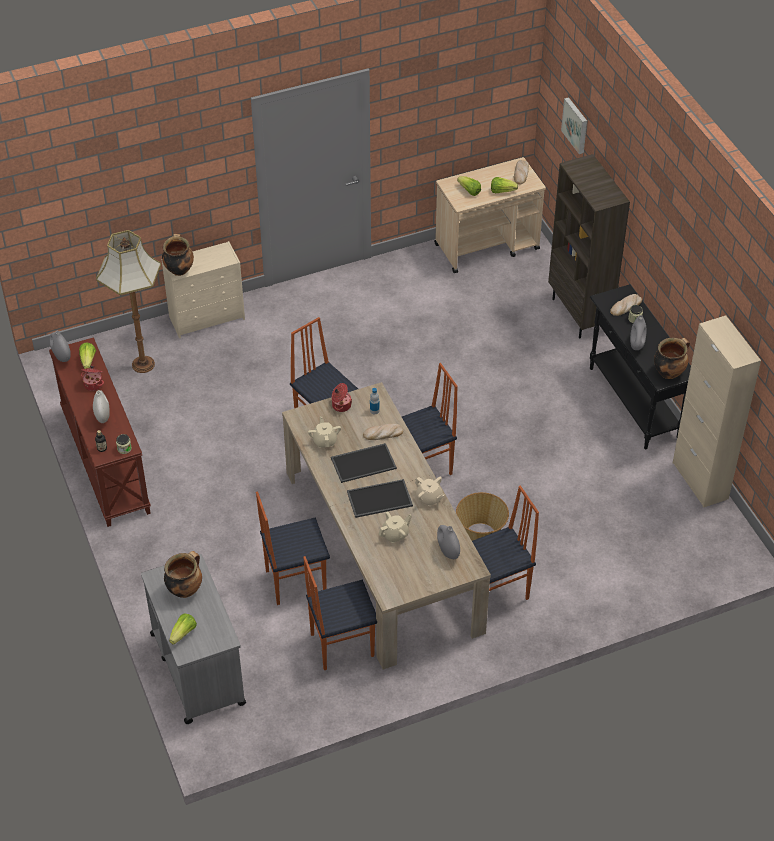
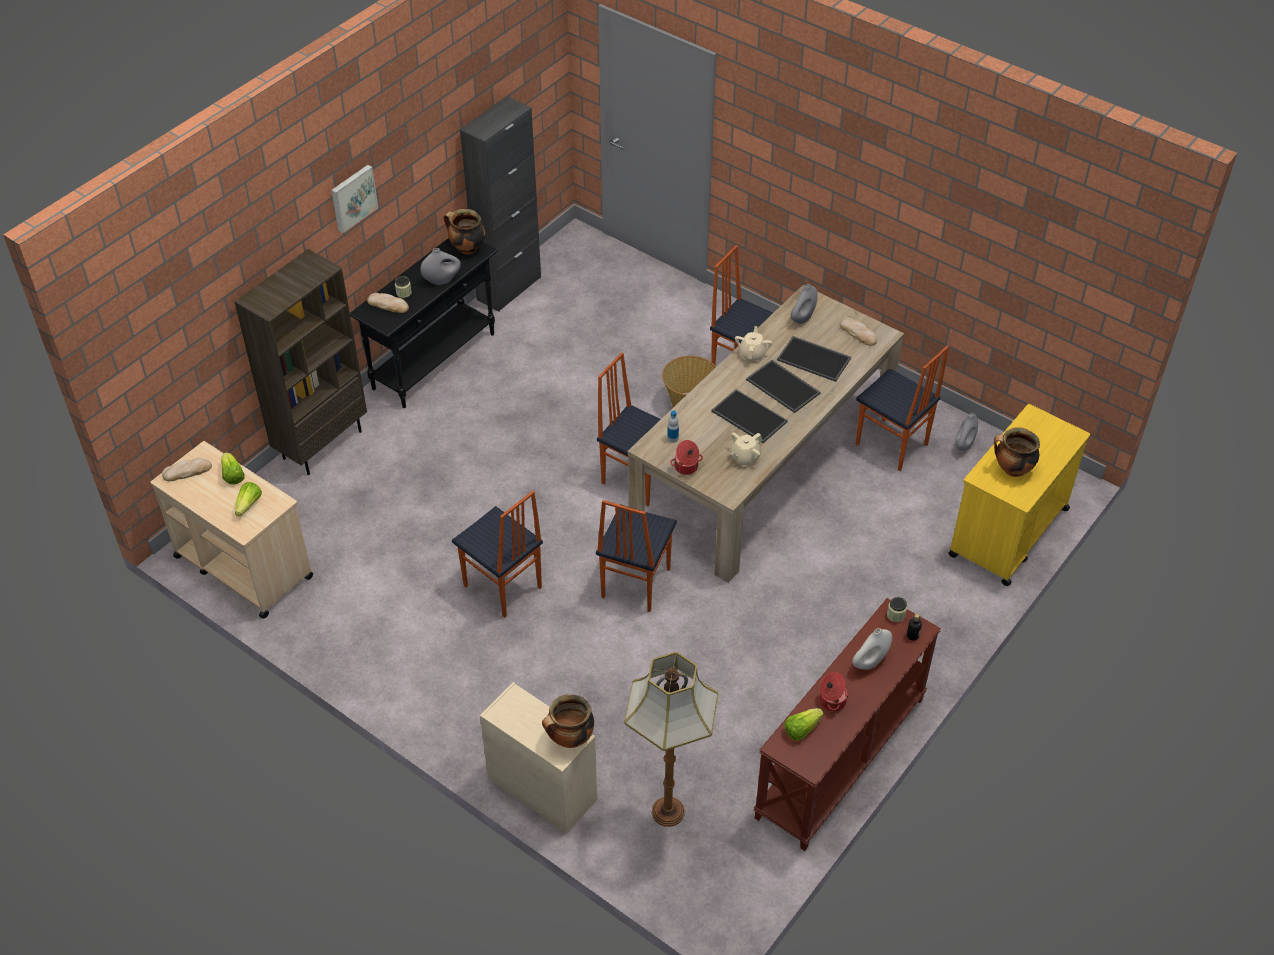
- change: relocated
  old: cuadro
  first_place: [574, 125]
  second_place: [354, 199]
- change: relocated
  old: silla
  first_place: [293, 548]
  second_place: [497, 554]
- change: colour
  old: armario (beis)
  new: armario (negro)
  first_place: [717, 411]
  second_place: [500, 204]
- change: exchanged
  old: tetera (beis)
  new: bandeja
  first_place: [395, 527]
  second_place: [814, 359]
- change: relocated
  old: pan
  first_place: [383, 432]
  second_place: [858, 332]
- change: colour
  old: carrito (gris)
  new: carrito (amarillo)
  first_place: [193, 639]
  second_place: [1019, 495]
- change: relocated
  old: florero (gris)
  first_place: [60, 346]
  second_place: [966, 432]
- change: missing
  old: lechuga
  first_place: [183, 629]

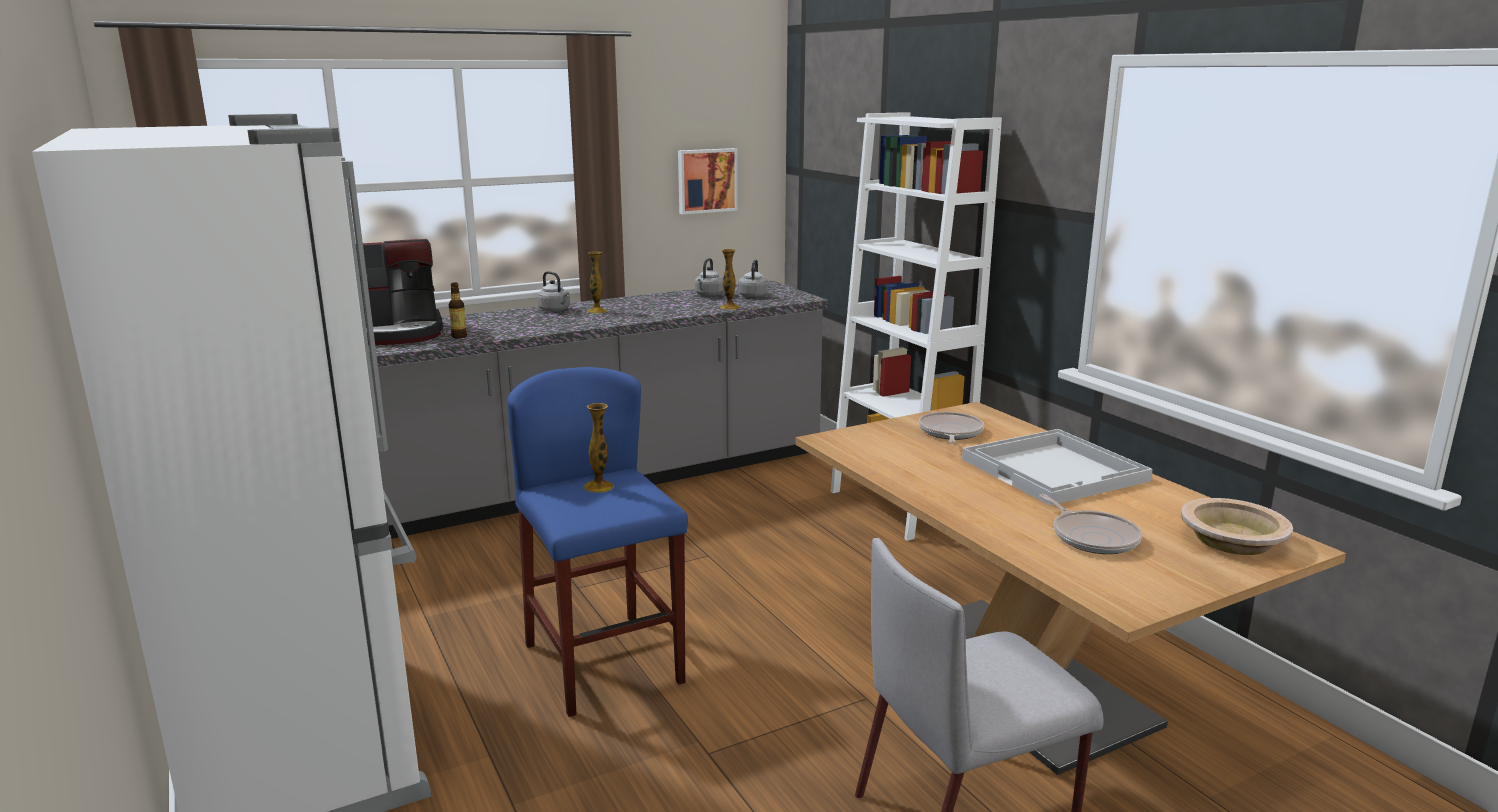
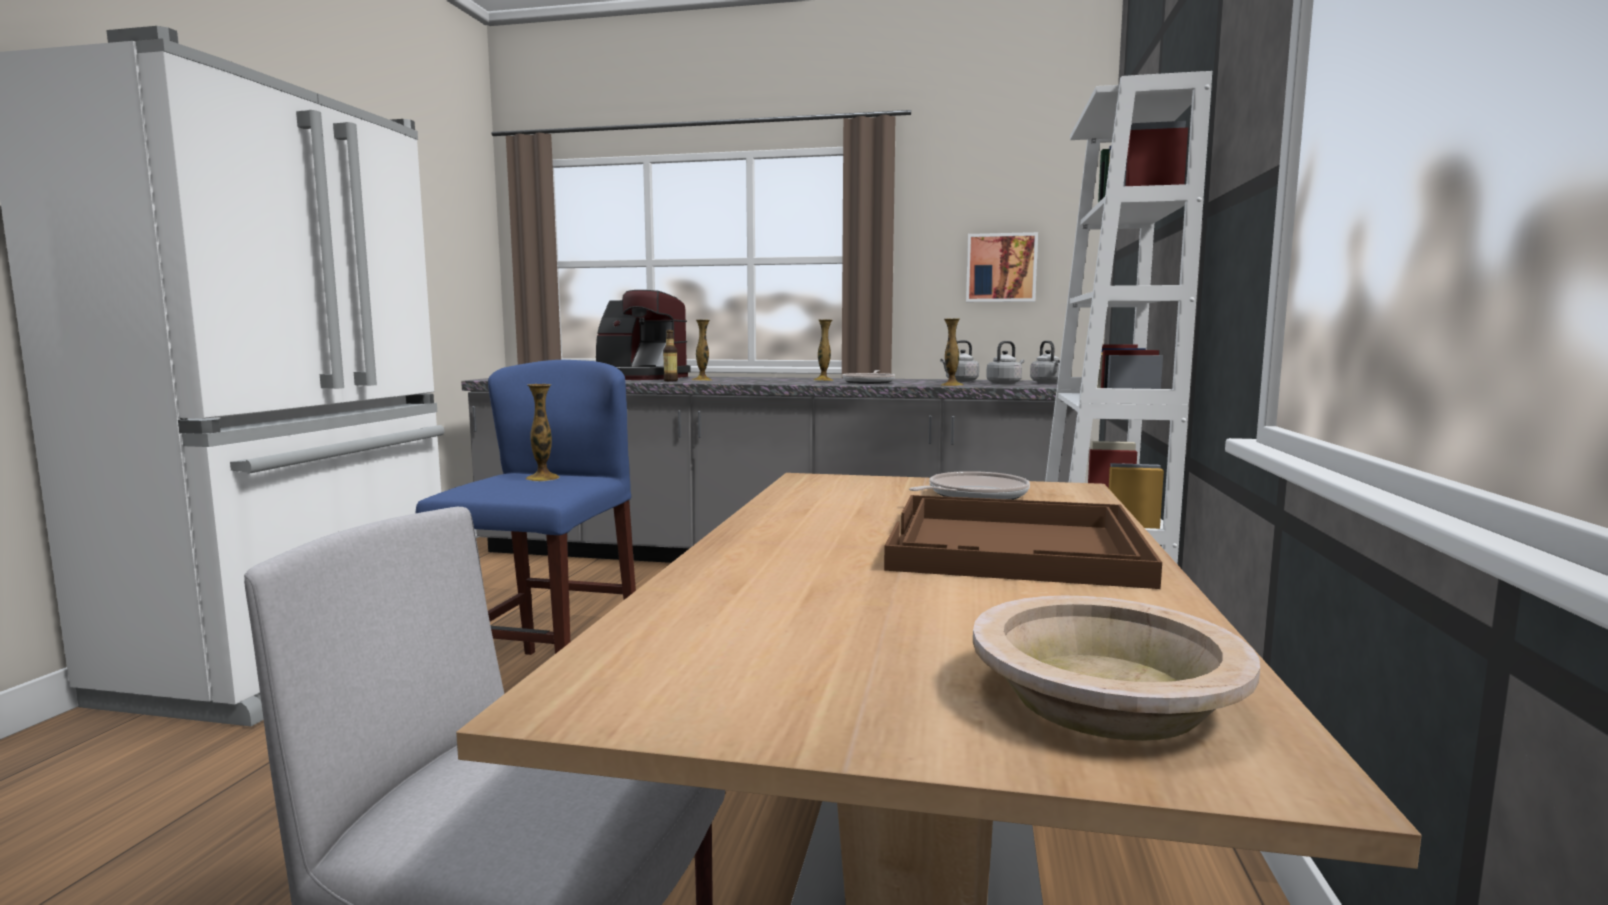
- change: appeared
  new: florero
  second_place: [702, 350]
- change: relocated
  old: sartén
  first_place: [1090, 524]
  second_place: [868, 377]
- change: colour
  old: bandeja (blanco)
  new: bandeja (marrón)
  first_place: [1057, 467]
  second_place: [1023, 542]
- change: relocated
  old: hervidor (gris)
  first_place: [553, 291]
  second_place: [1045, 361]

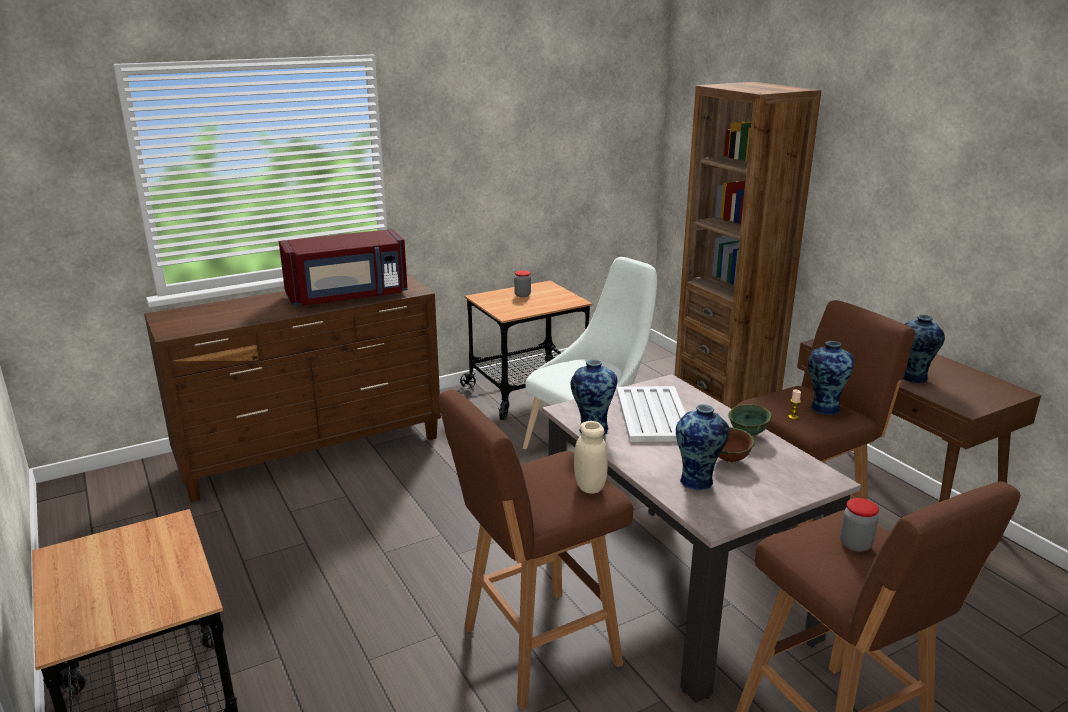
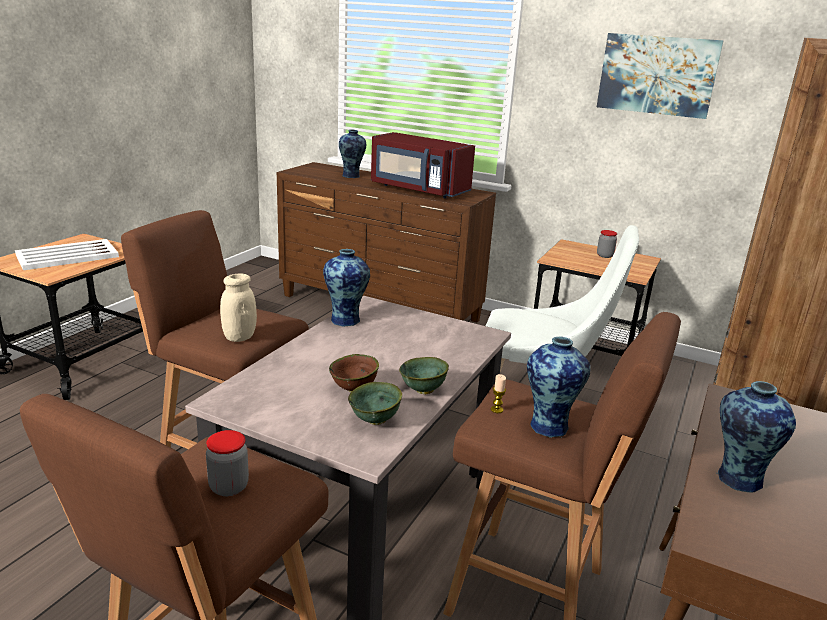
- change: relocated
  old: bandeja (blanco)
  first_place: [651, 414]
  second_place: [67, 254]
- change: relocated
  old: florero
  first_place: [703, 447]
  second_place: [352, 154]
- change: appeared
  new: cuenco (verde)
  second_place: [375, 403]
- change: appeared
  new: cuadro
  second_place: [660, 76]

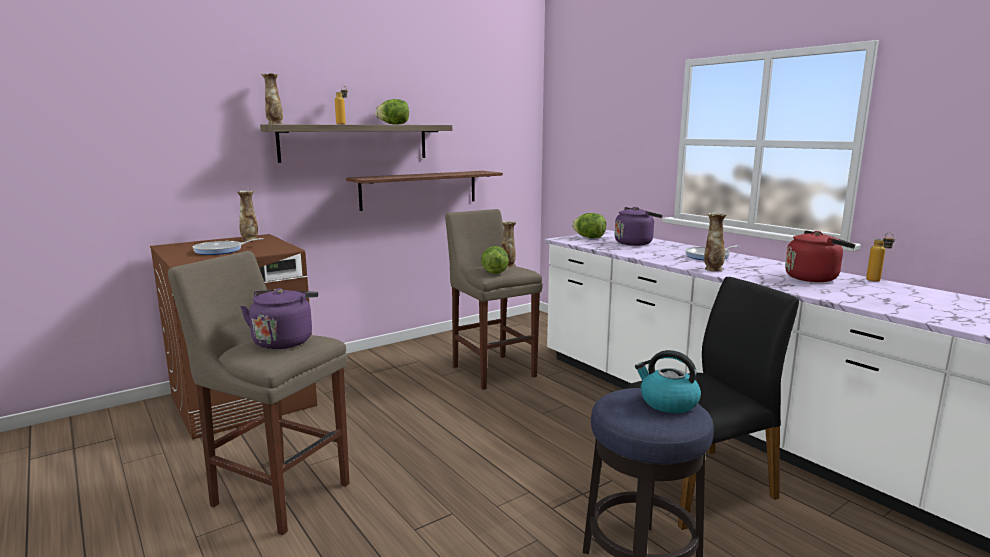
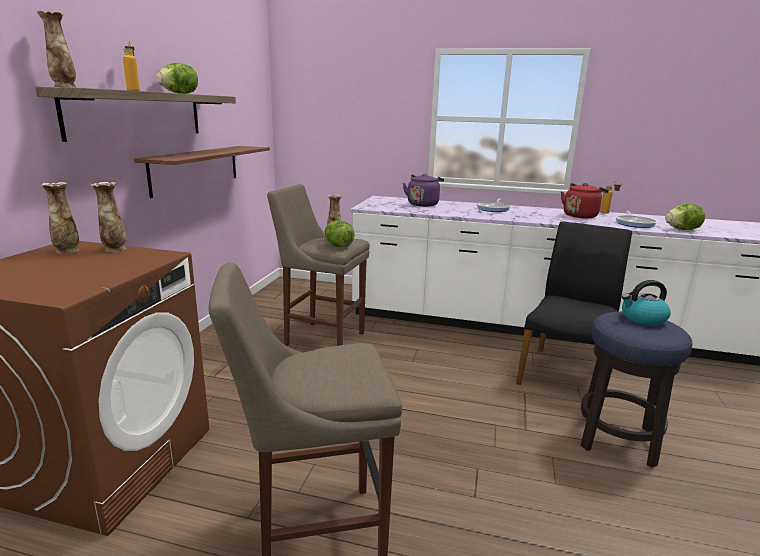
- change: relocated
  old: florero
  first_place: [715, 241]
  second_place: [108, 217]
- change: relocated
  old: sartén
  first_place: [228, 246]
  second_place: [636, 219]
- change: relocated
  old: lechuga
  first_place: [589, 225]
  second_place: [685, 217]
- change: missing
  old: hervidor (morado)
  first_place: [279, 318]

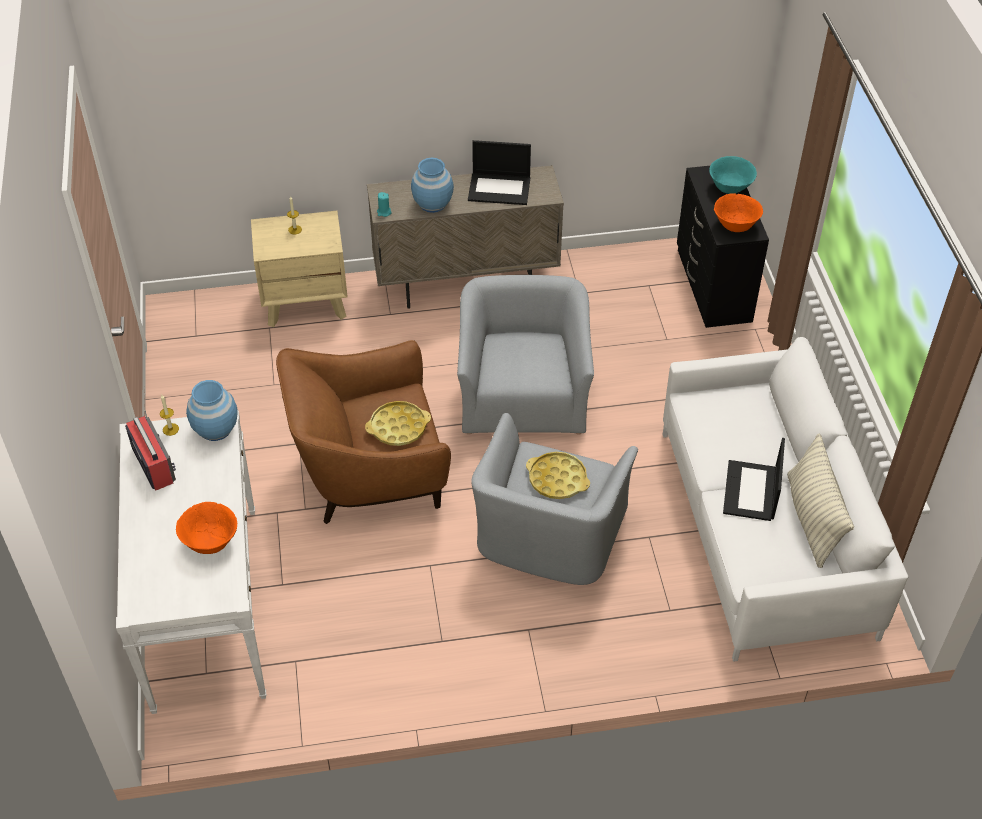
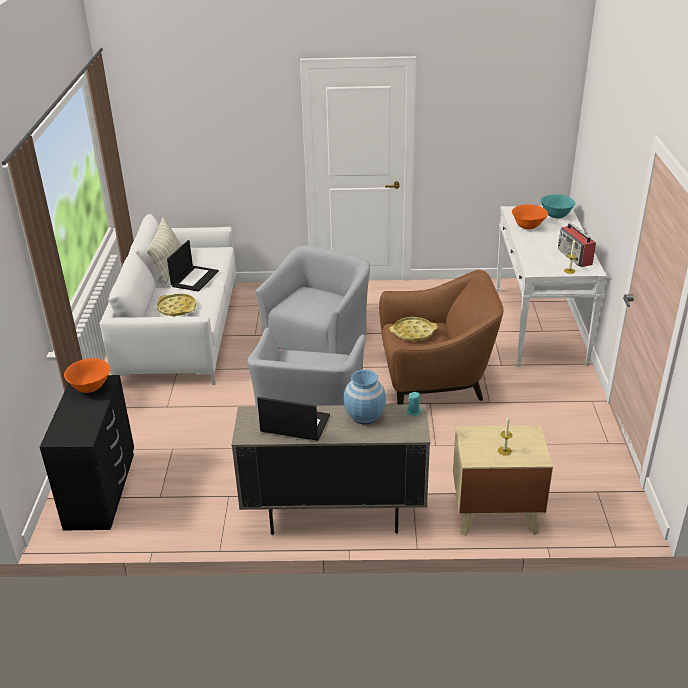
- change: relocated
  old: bandeja (amarillo)
  first_place: [558, 475]
  second_place: [176, 305]
- change: relocated
  old: cuenco (turquesa)
  first_place: [733, 175]
  second_place: [558, 206]
- change: missing
  old: florero (azul)
  first_place: [212, 410]

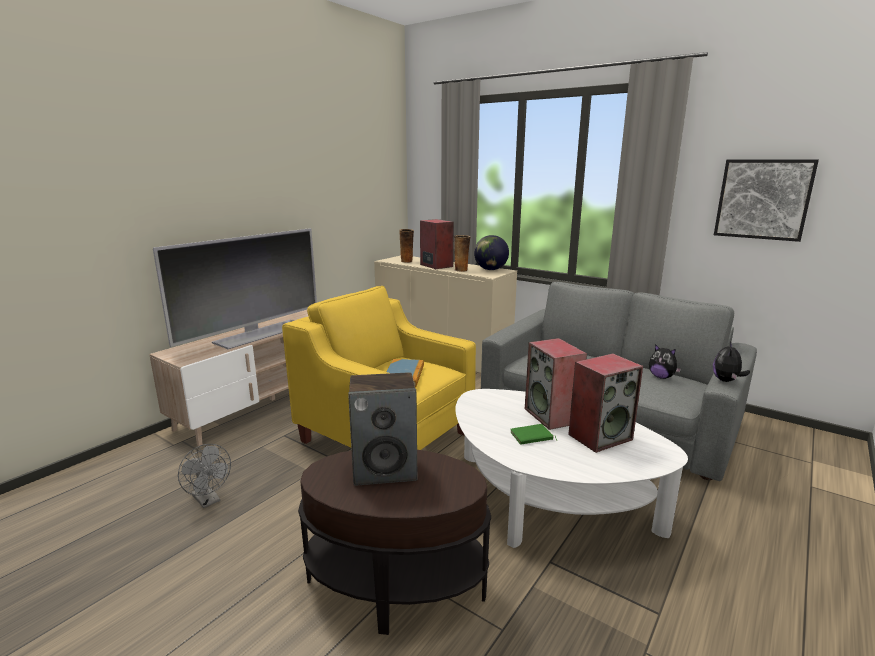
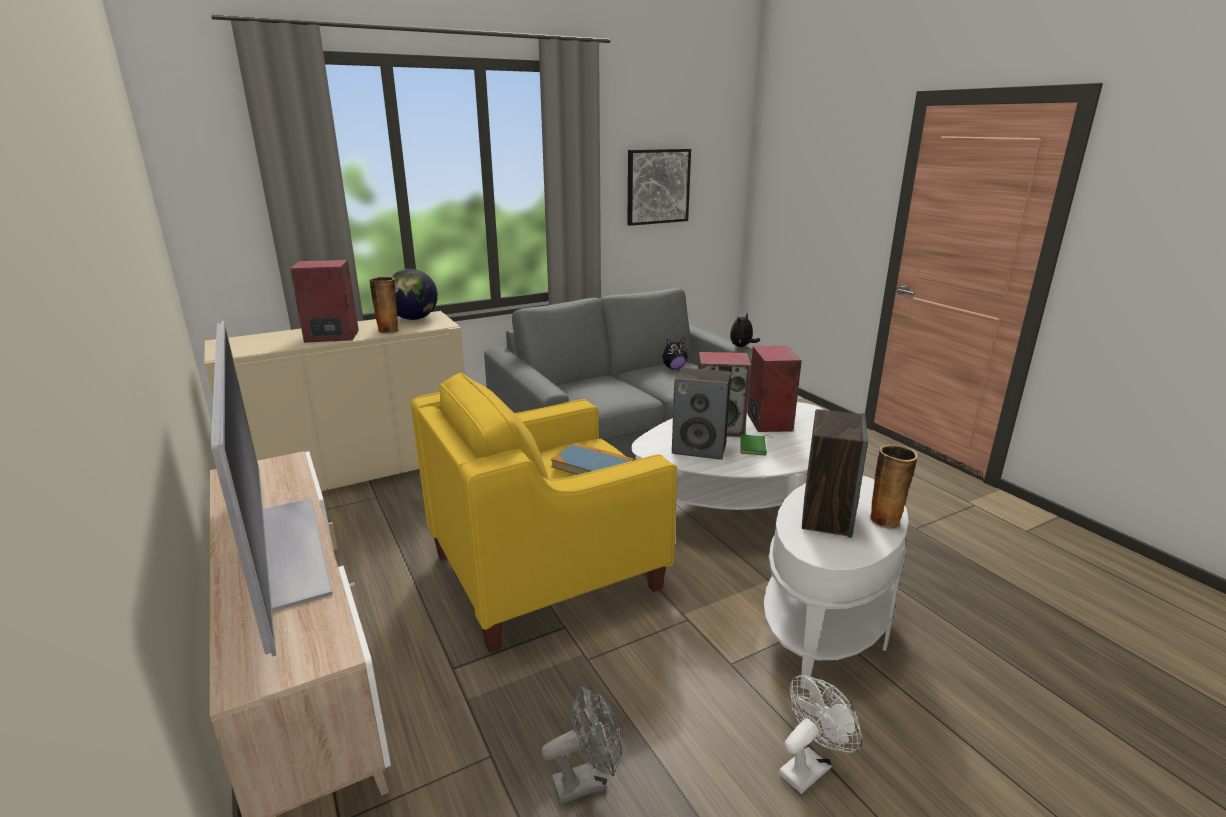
- change: appeared
  new: altavoz
  second_place: [701, 413]
- change: spun
  old: peluche
  first_place: [731, 361]
  second_place: [745, 330]
  degrees: 75
- change: colour
  old: mesa auxiliar (marrón)
  new: mesa auxiliar (blanco)
  first_place: [394, 542]
  second_place: [836, 583]
- change: appeared
  new: ventilador (blanco)
  second_place: [820, 734]
- change: relocated
  old: florero
  first_place: [406, 246]
  second_place: [893, 487]

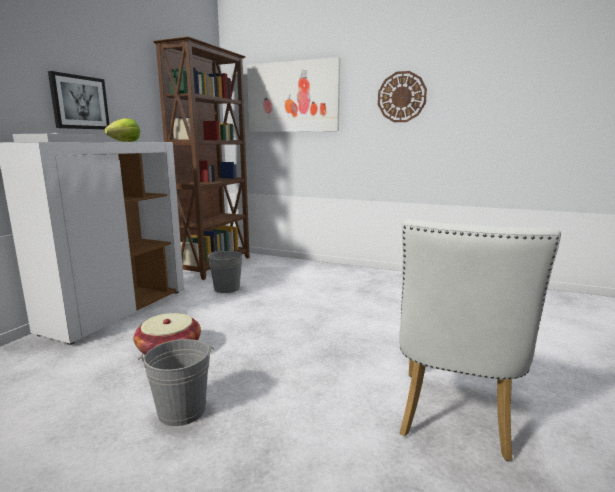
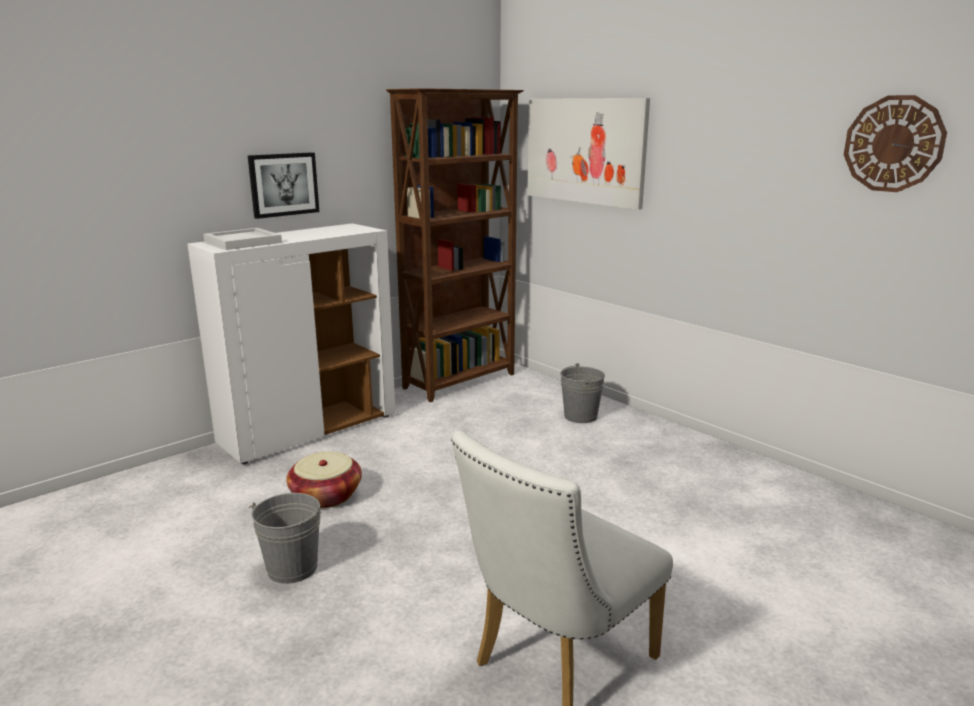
- change: relocated
  old: cubo (gris)
  first_place: [225, 271]
  second_place: [582, 393]
- change: relocated
  old: reloj de pared
  first_place: [402, 96]
  second_place: [895, 143]
- change: missing
  old: lechuga
  first_place: [122, 130]

